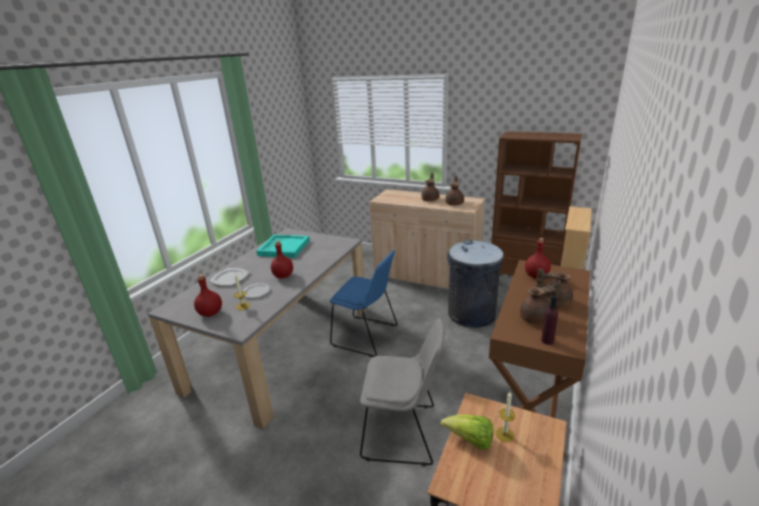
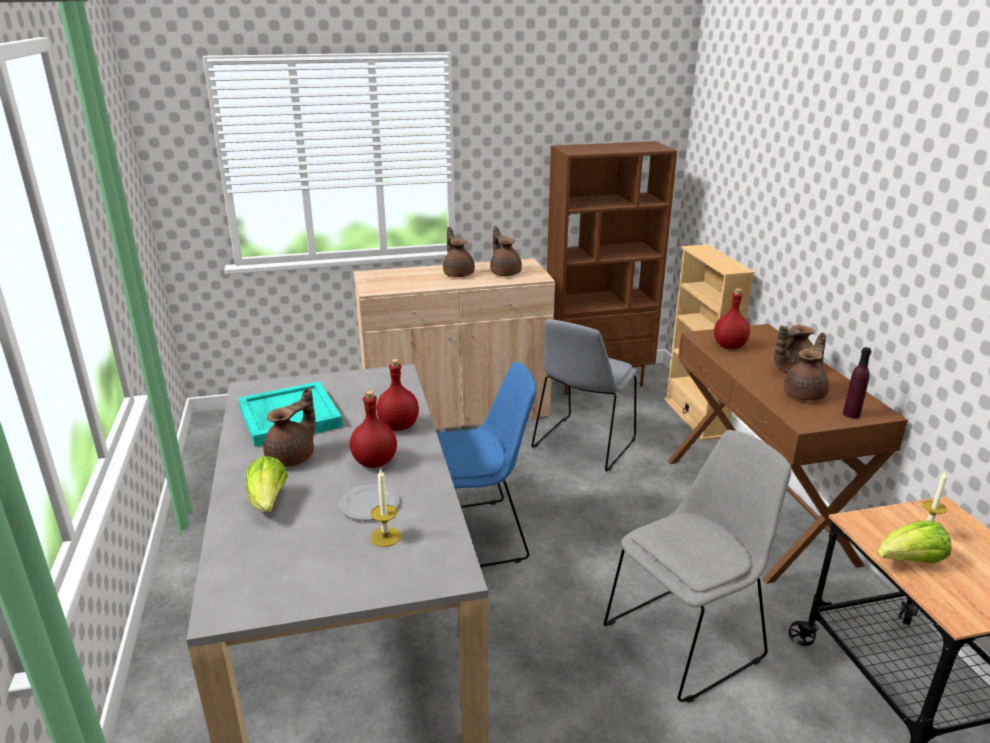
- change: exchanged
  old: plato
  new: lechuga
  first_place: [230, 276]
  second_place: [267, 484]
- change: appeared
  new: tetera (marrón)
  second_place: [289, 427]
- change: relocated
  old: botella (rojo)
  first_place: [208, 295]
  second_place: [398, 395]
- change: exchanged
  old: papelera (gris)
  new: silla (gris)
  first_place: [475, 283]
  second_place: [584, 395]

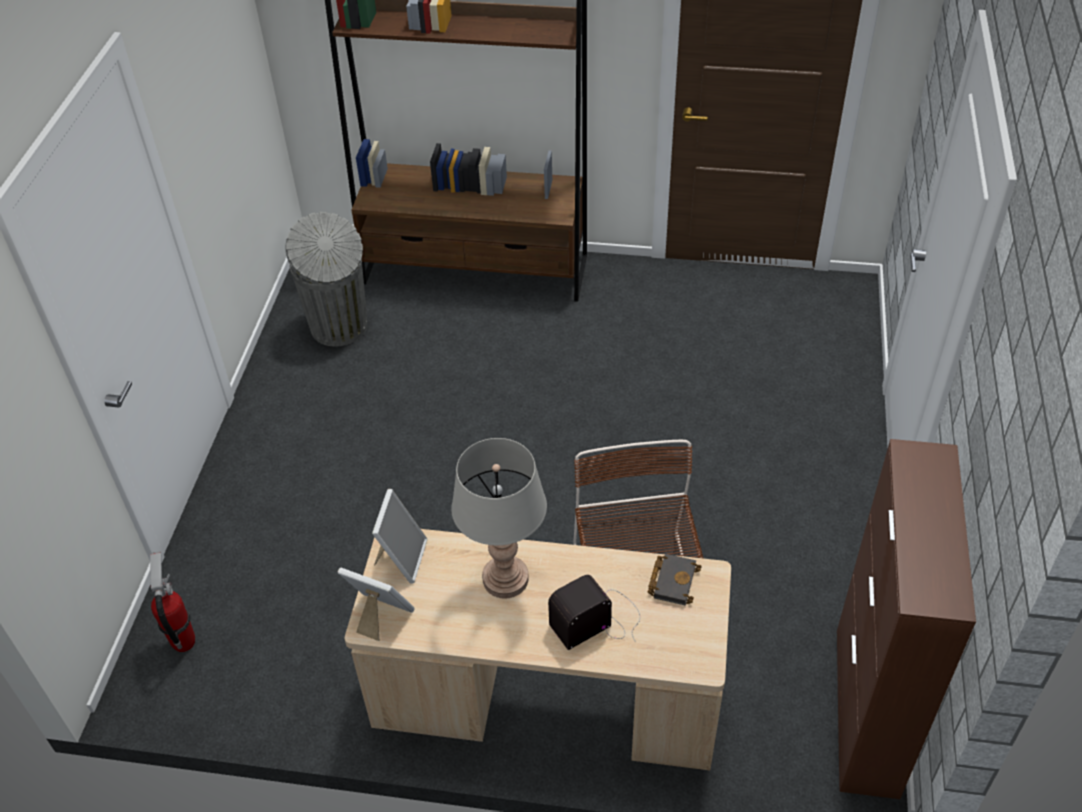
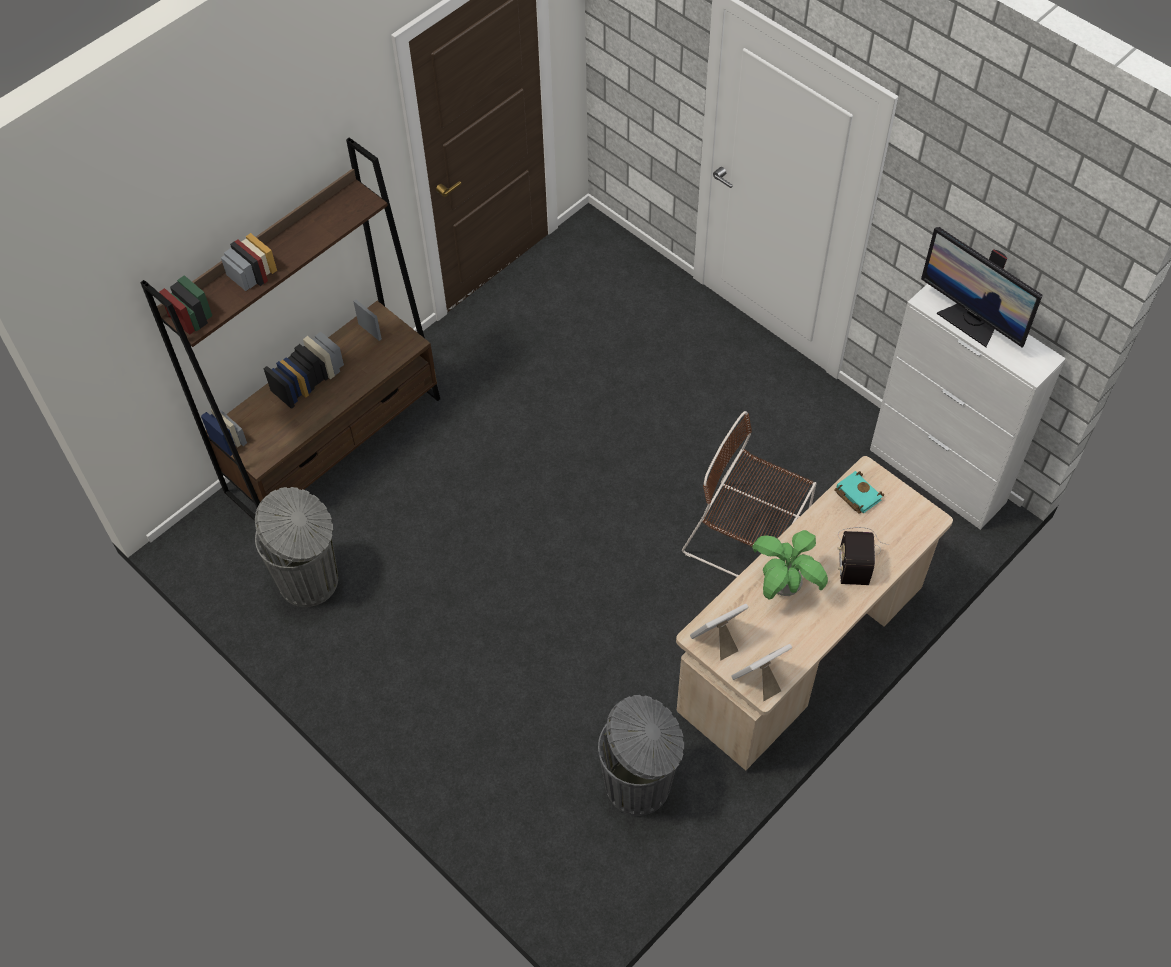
- change: appeared
  new: papelera (gris)
  second_place: [641, 755]
- change: spun
  old: portarretratos
  first_place: [400, 536]
  second_place: [719, 632]
  degrees: -75
- change: exchanged
  old: lámpara de mesa (gris)
  new: planta en maceta
  first_place: [499, 518]
  second_place: [790, 565]
- change: colour
  old: libro (negro)
  new: libro (turquesa)
  first_place: [675, 580]
  second_place: [859, 492]
- change: colour
  old: armario (marrón)
  new: armario (blanco)
  first_place: [906, 619]
  second_place: [968, 407]
- change: appeared
  new: monitor
  second_place: [981, 287]
- change: missing
  old: extintor
  first_place: [172, 602]

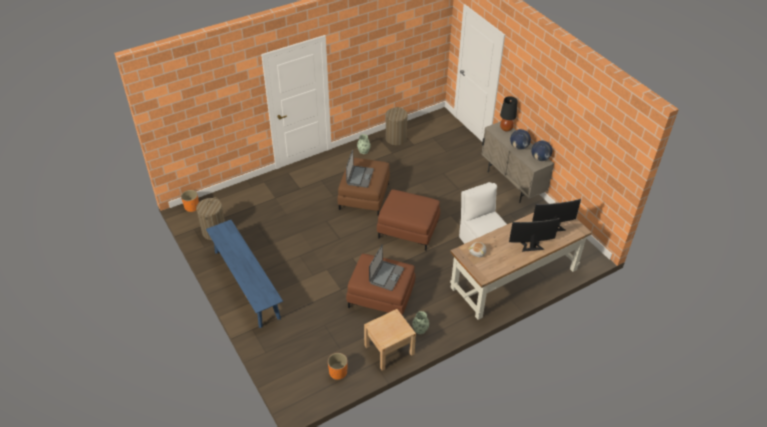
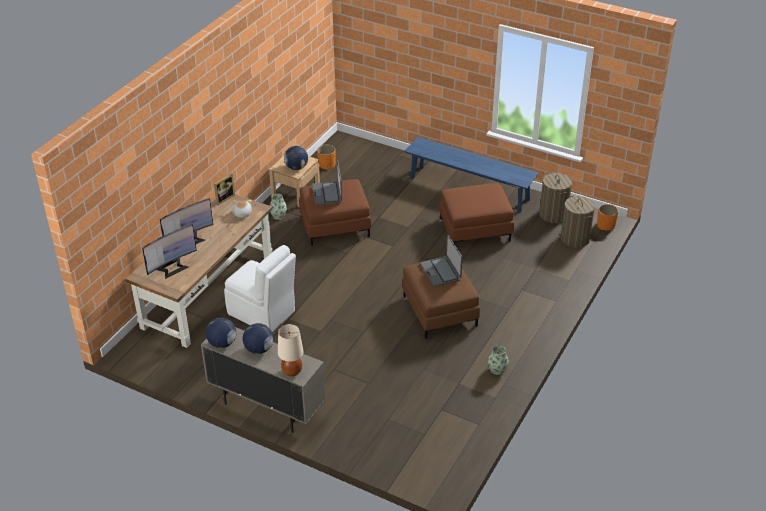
- change: appeared
  new: portarretratos
  second_place: [224, 189]
- change: colour
  old: lámpara de mesa (negro)
  new: lámpara de mesa (beis)
  first_place: [508, 113]
  second_place: [290, 350]
- change: appeared
  new: globo terráqueo
  second_place: [296, 158]
- change: relocated
  old: puf (marrón)
  first_place: [408, 220]
  second_place: [476, 213]
- change: relocated
  old: cesto de la ropa
  first_place: [397, 126]
  second_place: [578, 222]

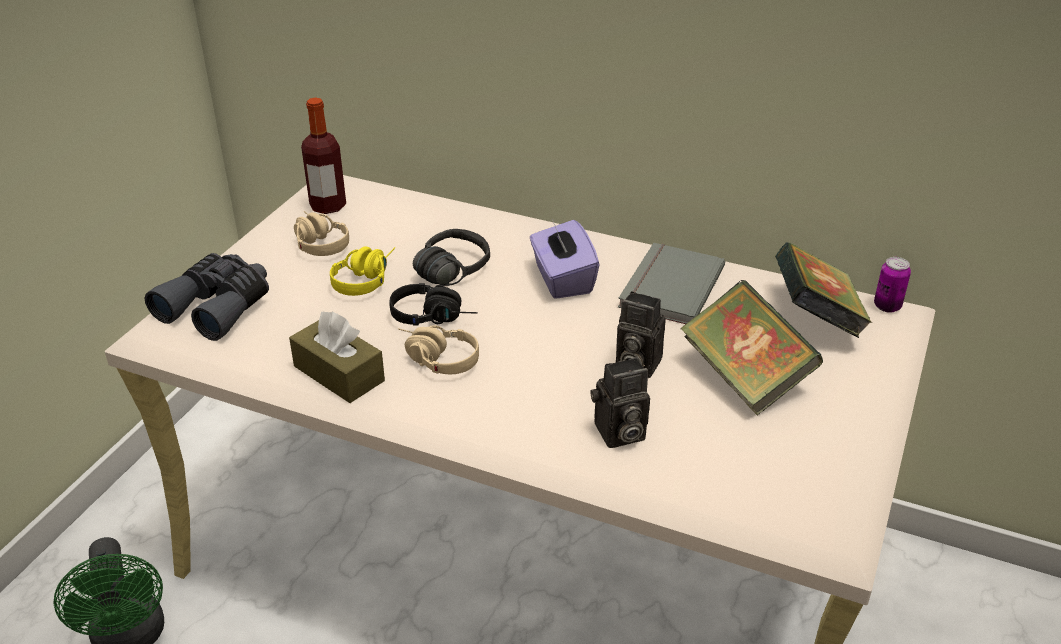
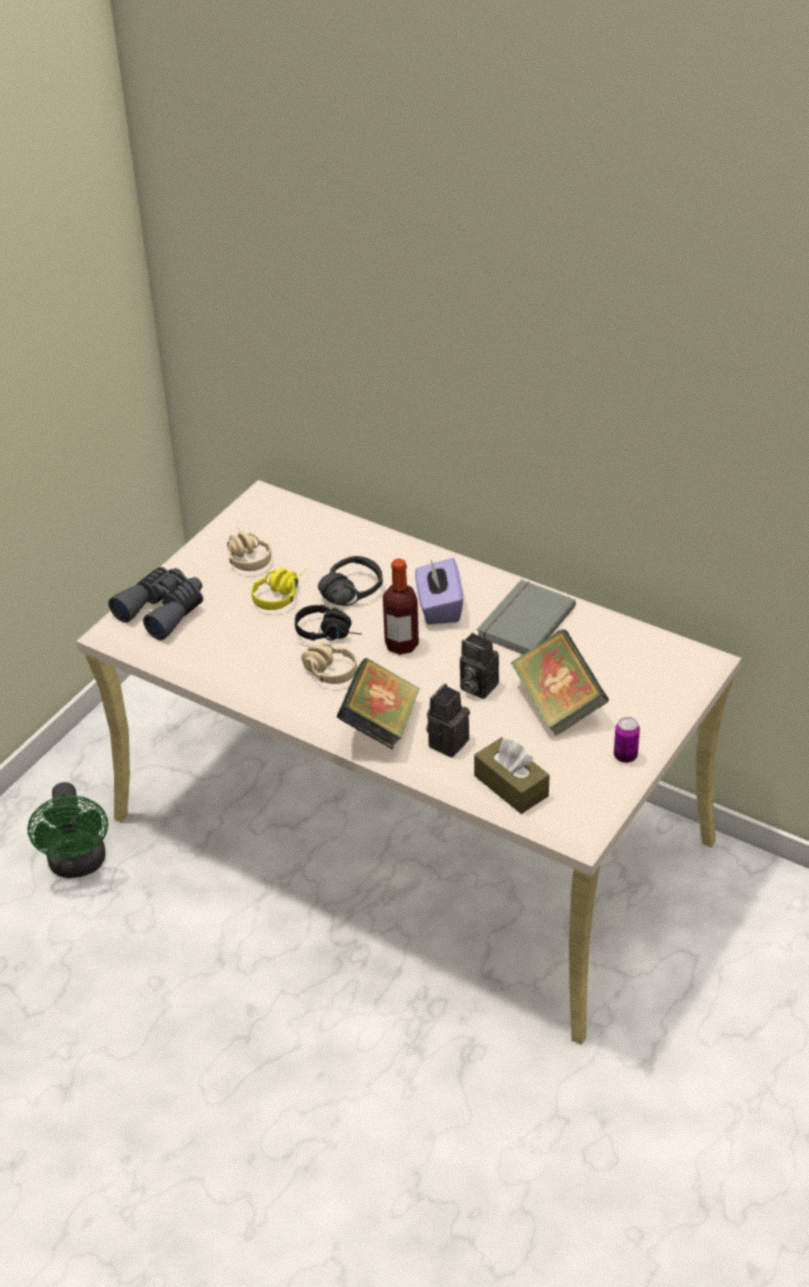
- change: relocated
  old: libro
  first_place: [823, 290]
  second_place: [378, 704]
- change: relocated
  old: botella
  first_place: [323, 156]
  second_place: [401, 606]
- change: spun
  old: cámara
  first_place: [620, 402]
  second_place: [448, 720]
  degrees: 135
- change: relocated
  old: caja de pañuelos (marrón)
  first_place: [337, 357]
  second_place: [512, 775]
- change: relocated
  old: lata
  first_place: [892, 285]
  second_place: [627, 740]

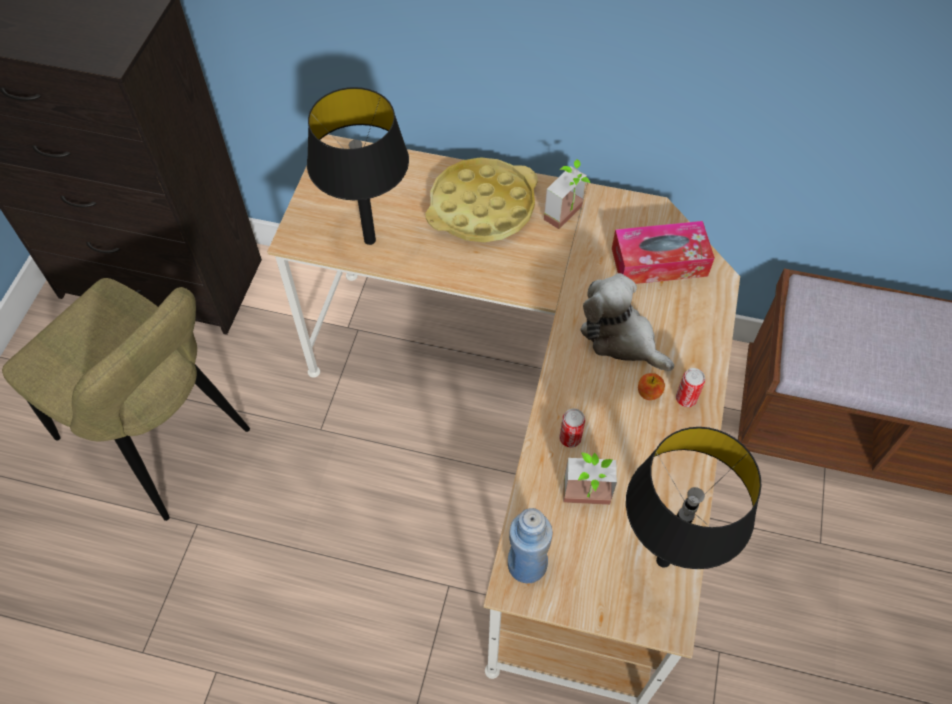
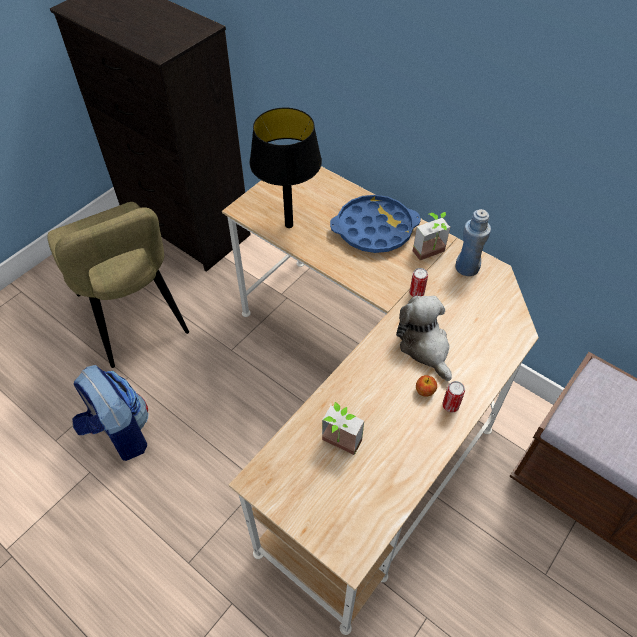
- change: appeared
  new: mochila
  second_place: [110, 413]
- change: colour
  old: bandeja (amarillo)
  new: bandeja (azul)
  first_place: [482, 199]
  second_place: [375, 224]
- change: relocated
  old: lata
  first_place: [572, 428]
  second_place: [418, 282]
- change: relocated
  old: botella (azul)
  first_place: [530, 545]
  second_place: [473, 242]
- change: missing
  old: caja de pañuelos
  first_place: [663, 252]
- change: missing
  old: lámpara de mesa (negro)
  first_place: [693, 498]

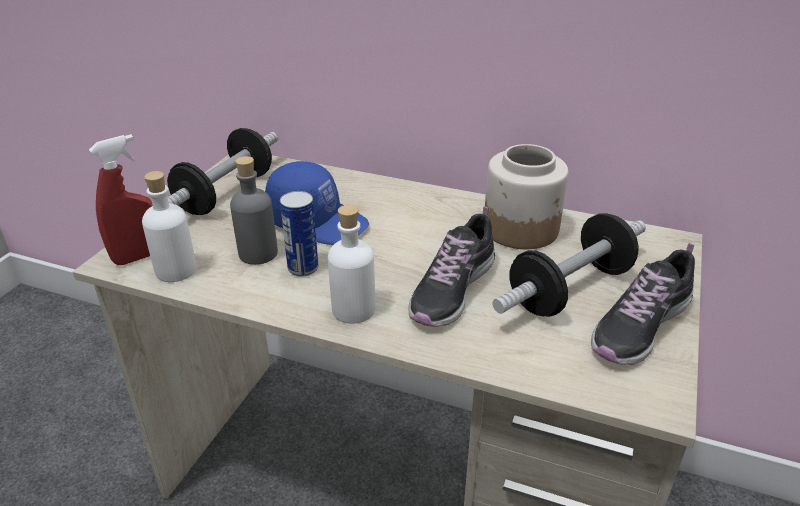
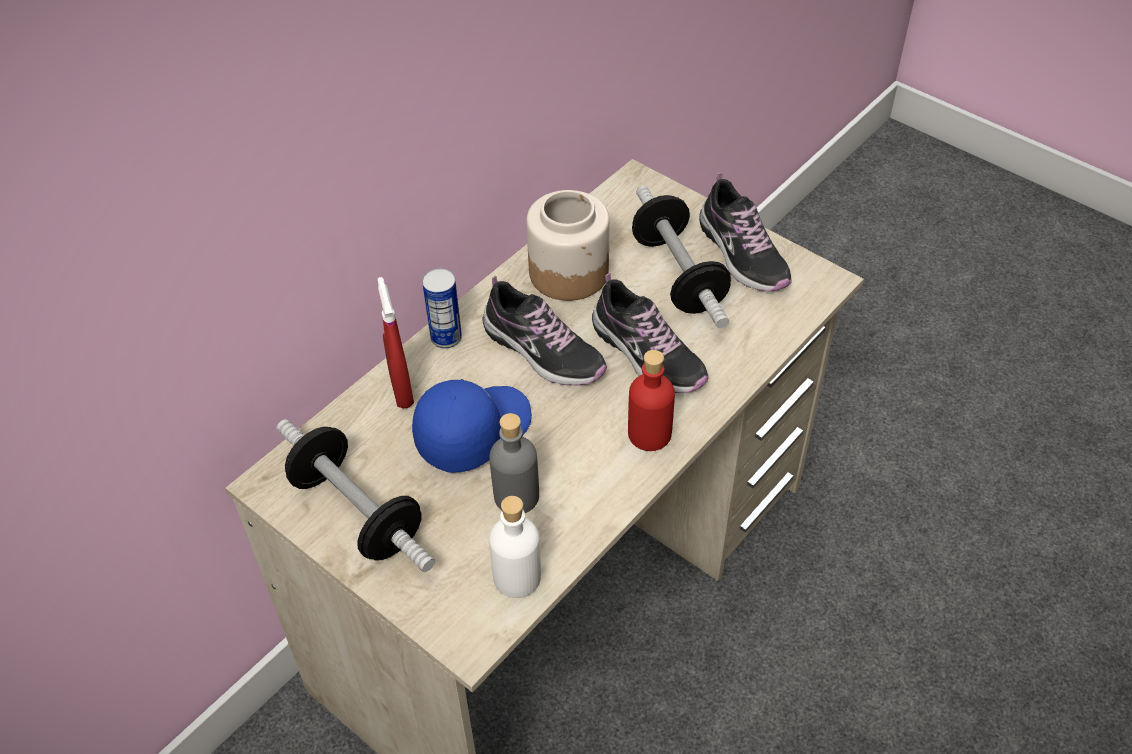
- change: relocated
  old: pulverizador (rojo)
  first_place: [121, 199]
  second_place: [396, 342]
- change: relocated
  old: lata
  first_place: [299, 234]
  second_place: [442, 309]
- change: appeared
  new: zapato
  second_place: [545, 330]
- change: colour
  old: botella (blanco)
  new: botella (rojo)
  first_place: [351, 264]
  second_place: [651, 400]

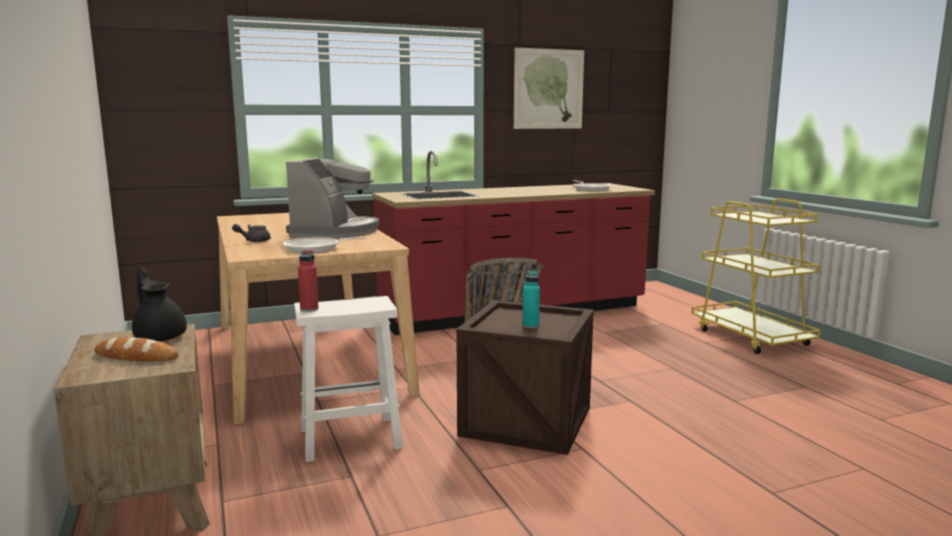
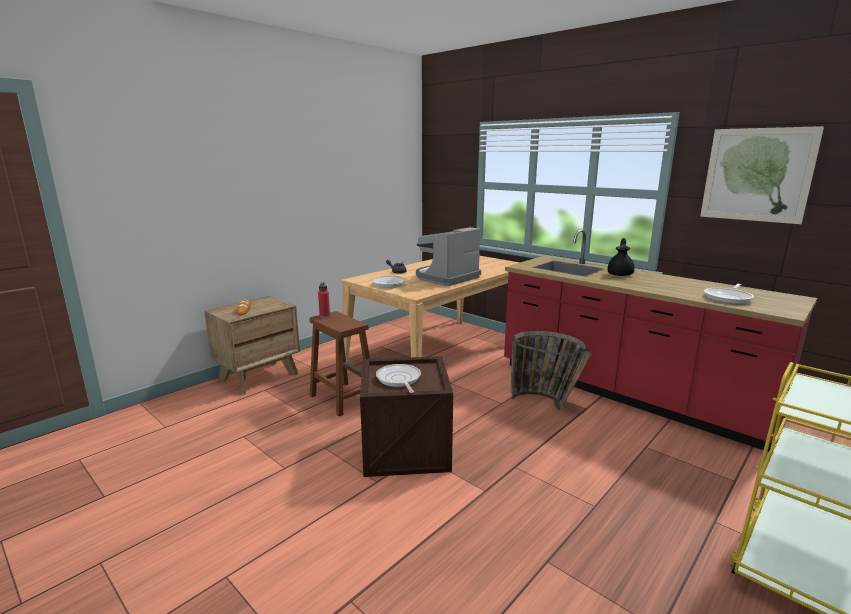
- change: colour
  old: taburete (blanco)
  new: taburete (marrón)
  first_place: [348, 379]
  second_place: [340, 363]
- change: exchanged
  old: botella (turquesa)
  new: sartén
  first_place: [531, 299]
  second_place: [398, 378]
- change: spun
  old: cafetera
  first_place: [332, 198]
  second_place: [448, 256]
  degrees: 150
- change: relocated
  old: tetera (negro)
  first_place: [159, 304]
  second_place: [621, 257]

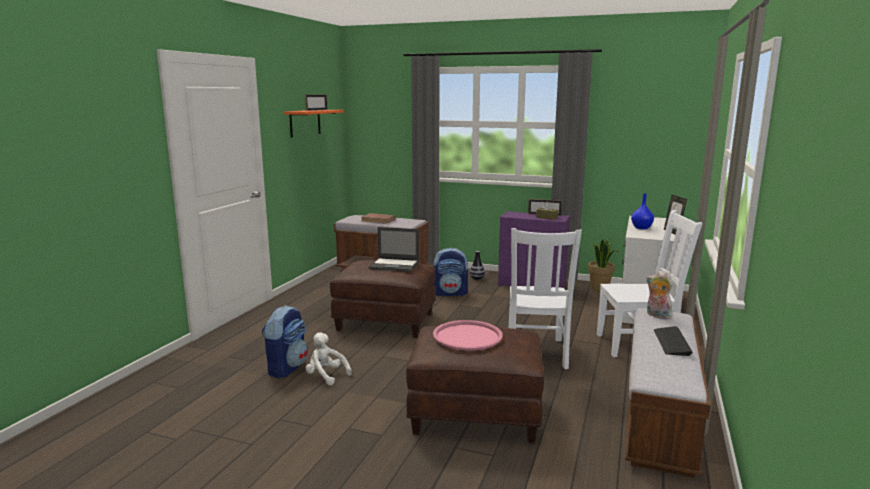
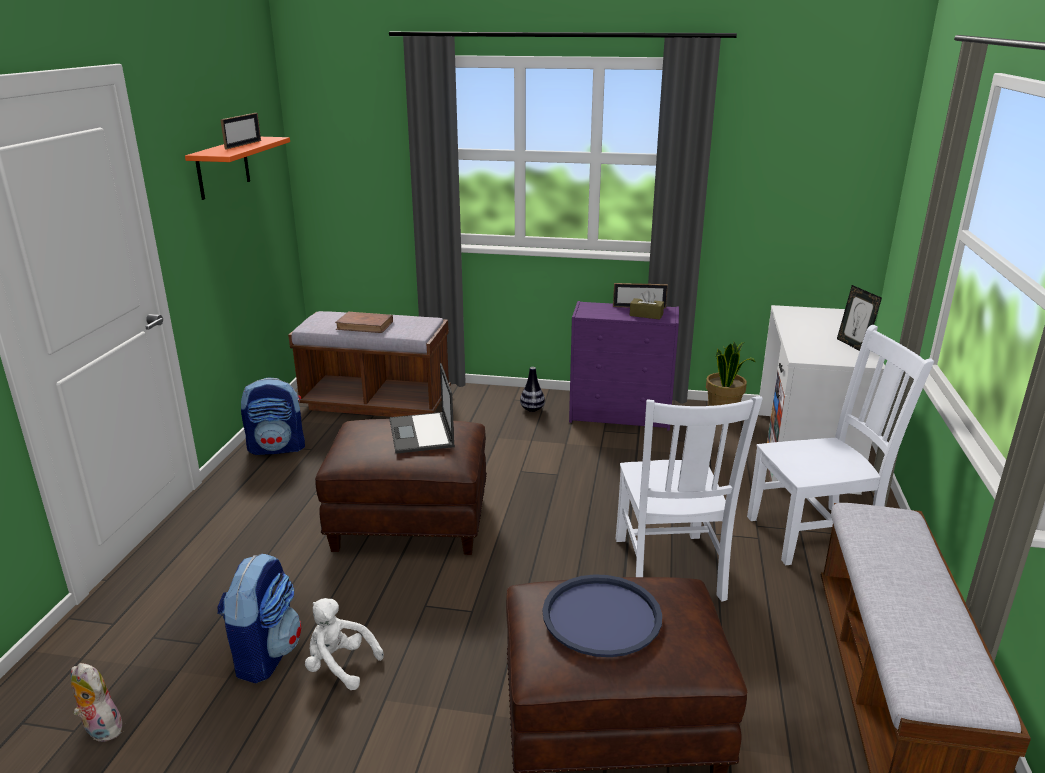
- change: relocated
  old: peluche
  first_place: [659, 295]
  second_place: [98, 702]
- change: relocated
  old: mochila
  first_place: [451, 272]
  second_place: [273, 416]
- change: spun
  old: portátil
  first_place: [393, 249]
  second_place: [422, 408]
  degrees: 75
- change: colour
  old: bandeja (rosa)
  new: bandeja (azul)
  first_place: [468, 335]
  second_place: [602, 615]
- change: missing
  old: florero (azul)
  first_place: [642, 211]
- change: missing
  old: teclado
  first_place: [673, 341]

